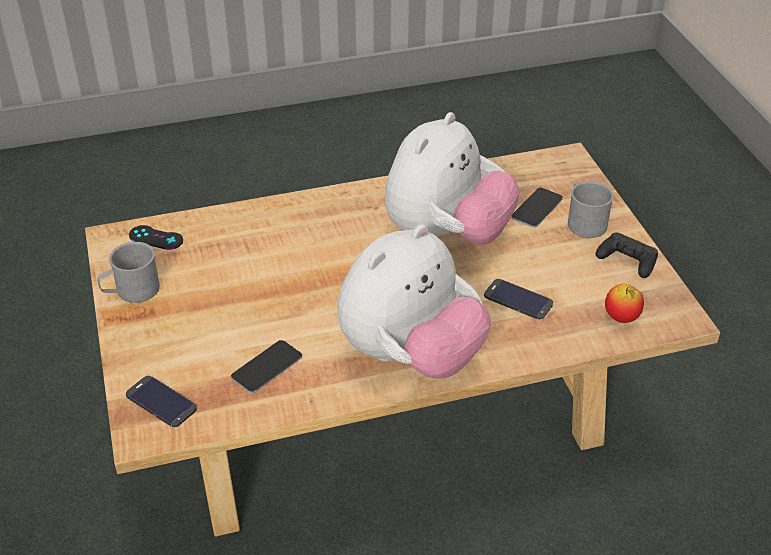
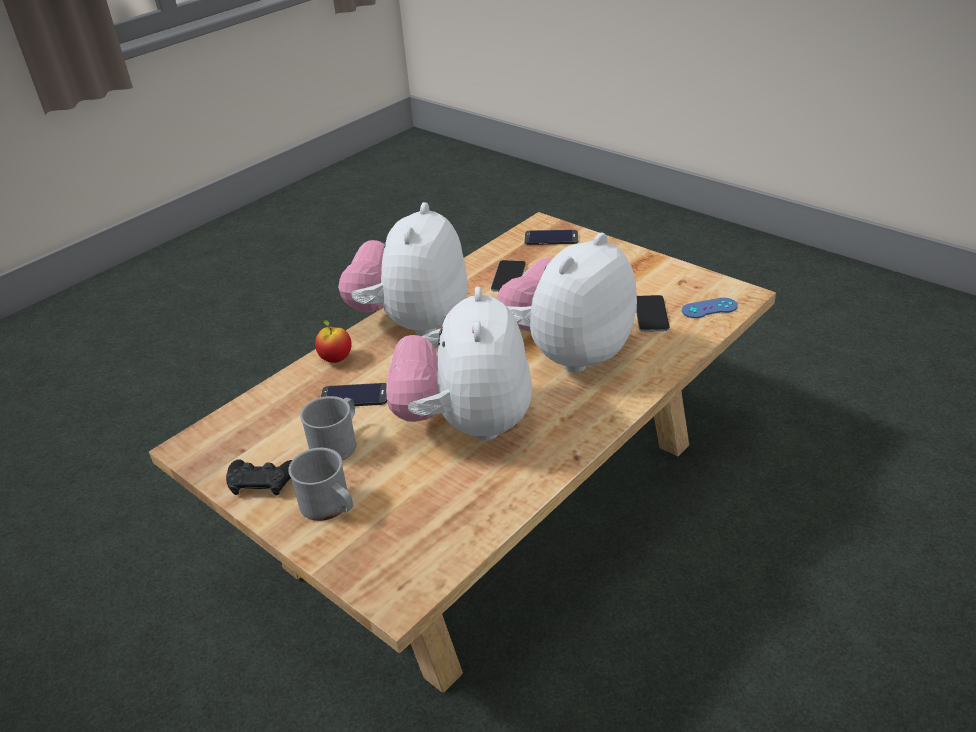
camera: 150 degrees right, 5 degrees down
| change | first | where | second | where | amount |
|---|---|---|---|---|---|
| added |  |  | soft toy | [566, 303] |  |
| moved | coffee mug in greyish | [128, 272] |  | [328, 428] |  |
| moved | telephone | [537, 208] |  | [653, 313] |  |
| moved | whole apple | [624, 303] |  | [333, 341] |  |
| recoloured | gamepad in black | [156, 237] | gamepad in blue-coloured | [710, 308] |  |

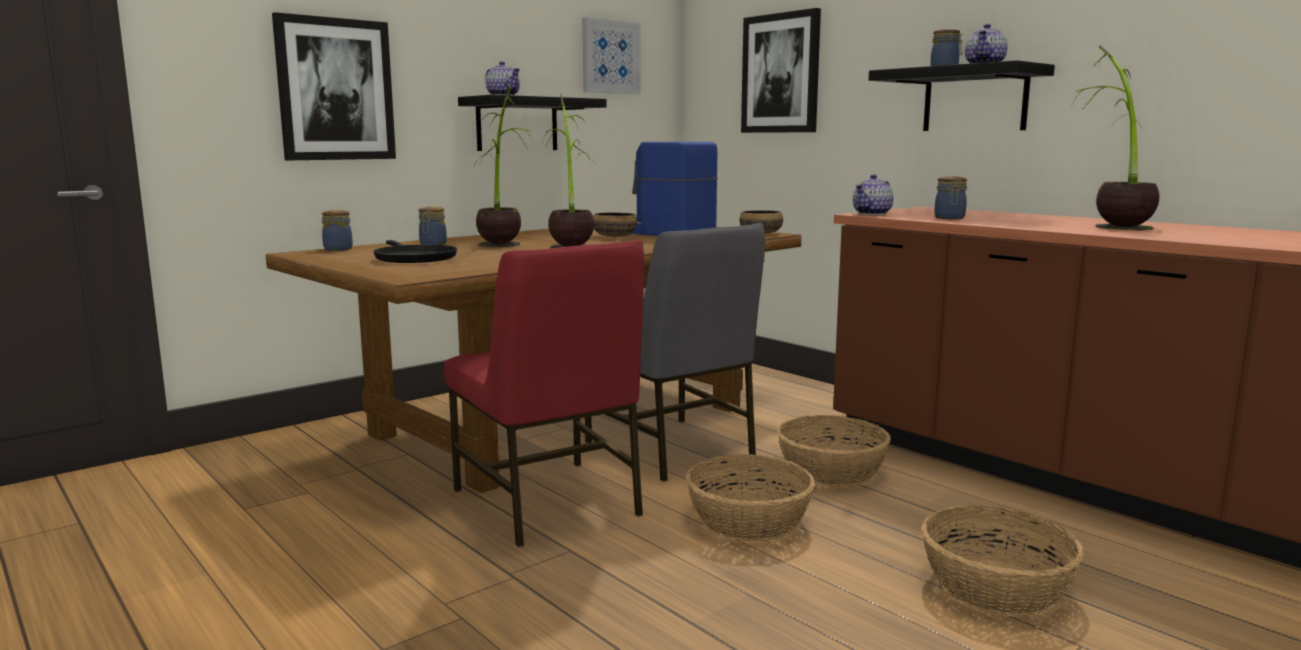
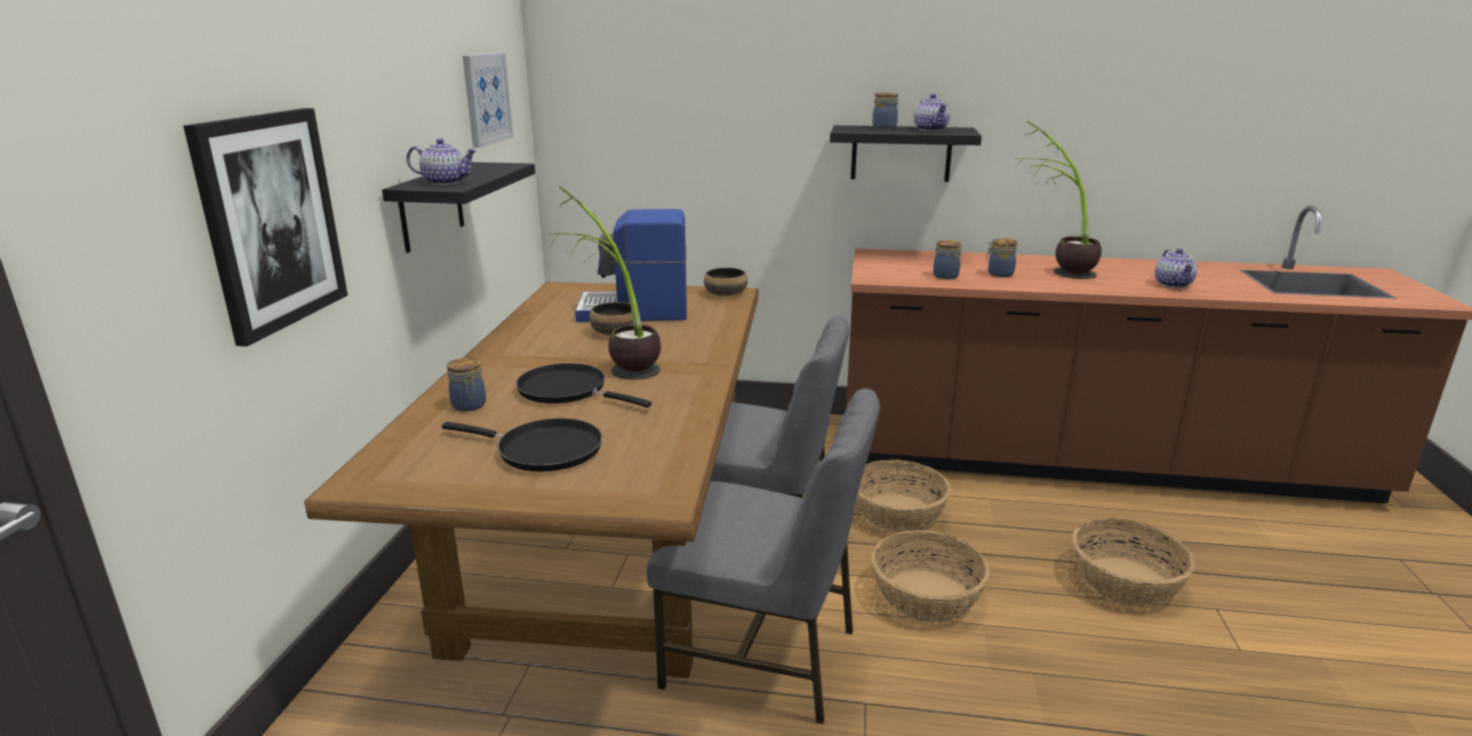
camera: 40 degrees left, 10 degrees up
| change | first | where | second | where | amount |
|---|---|---|---|---|---|
| removed | wall picture | [781, 70] |  |  |  |
| moved | preserve jar | [337, 230] |  | [1001, 257] |  |
| moved | pot for tea | [873, 194] |  | [1176, 268] |  |
| replaced | houseplant | [503, 166] | pan in black | [584, 385] |  |
| recoloured | upright chair in red-coloured | [544, 393] | upright chair in greyish | [763, 556] |  |

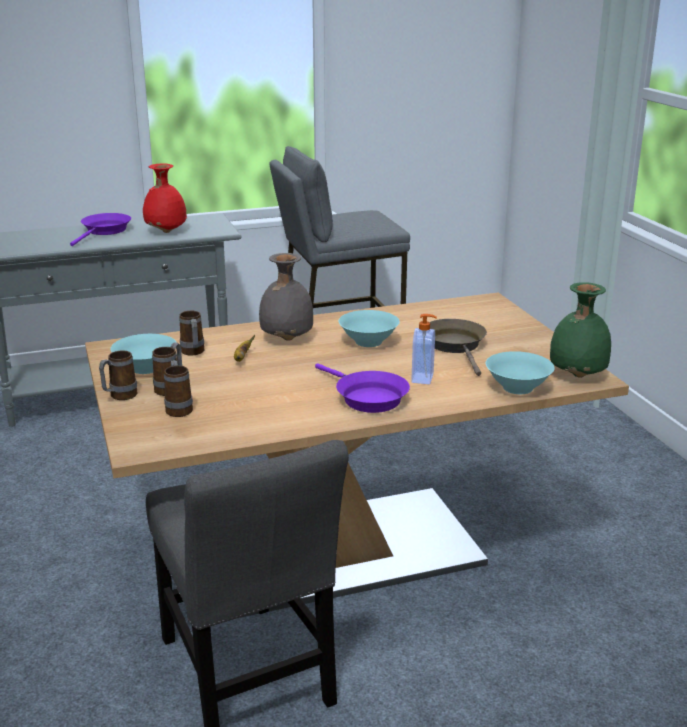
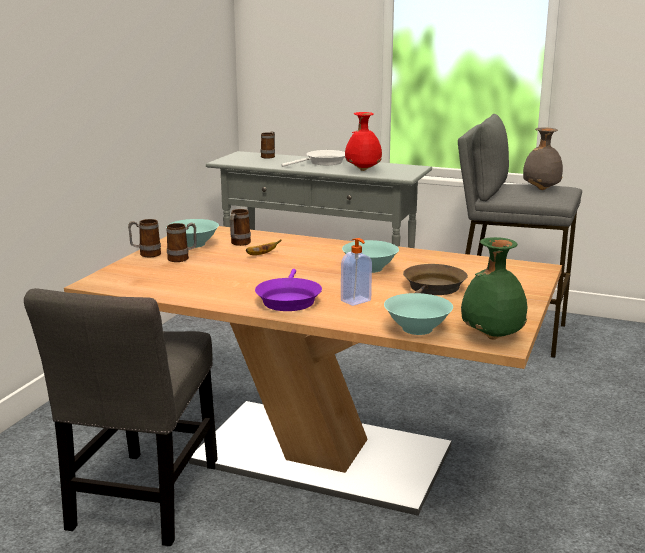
camera: 40 degrees right, 5 degrees down
| change | first | where | second | where | amount |
|---|---|---|---|---|---|
| moved | coffee mug | [178, 388] |  | [268, 145] |  |
| moved | decorative vase in greyish | [286, 297] |  | [543, 158] |  |
| recoloured | pan in purple-coloured | [100, 229] | pan in white | [313, 158] |  |

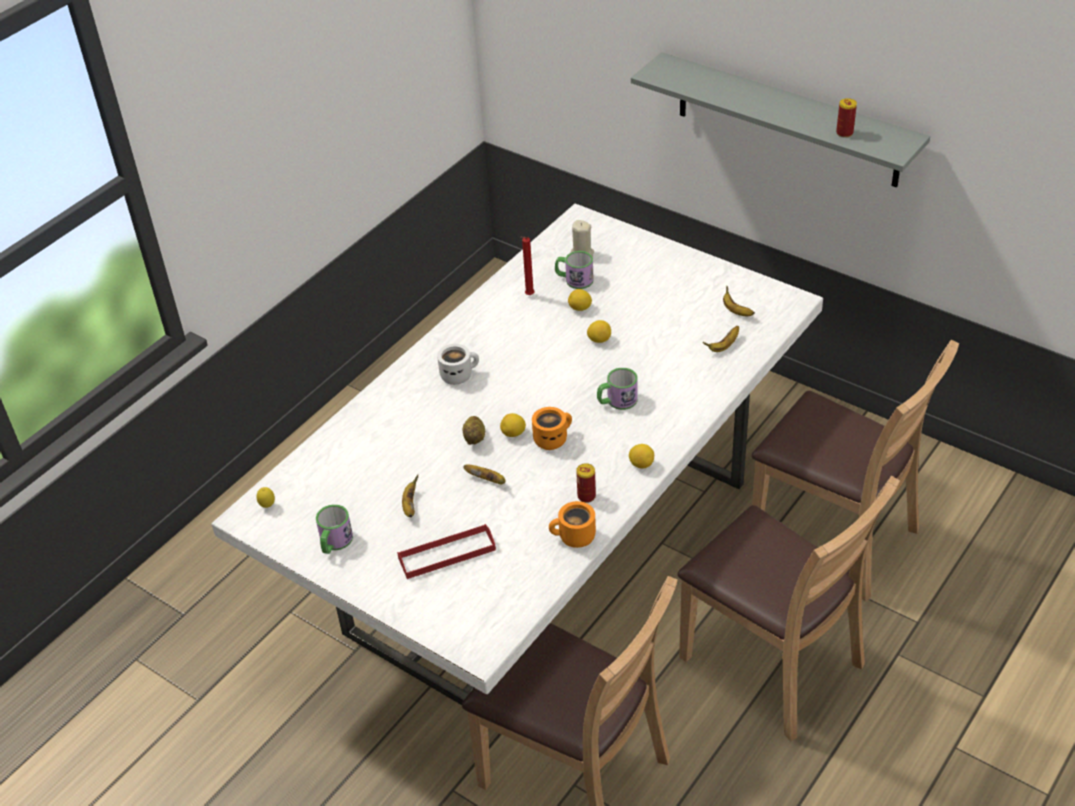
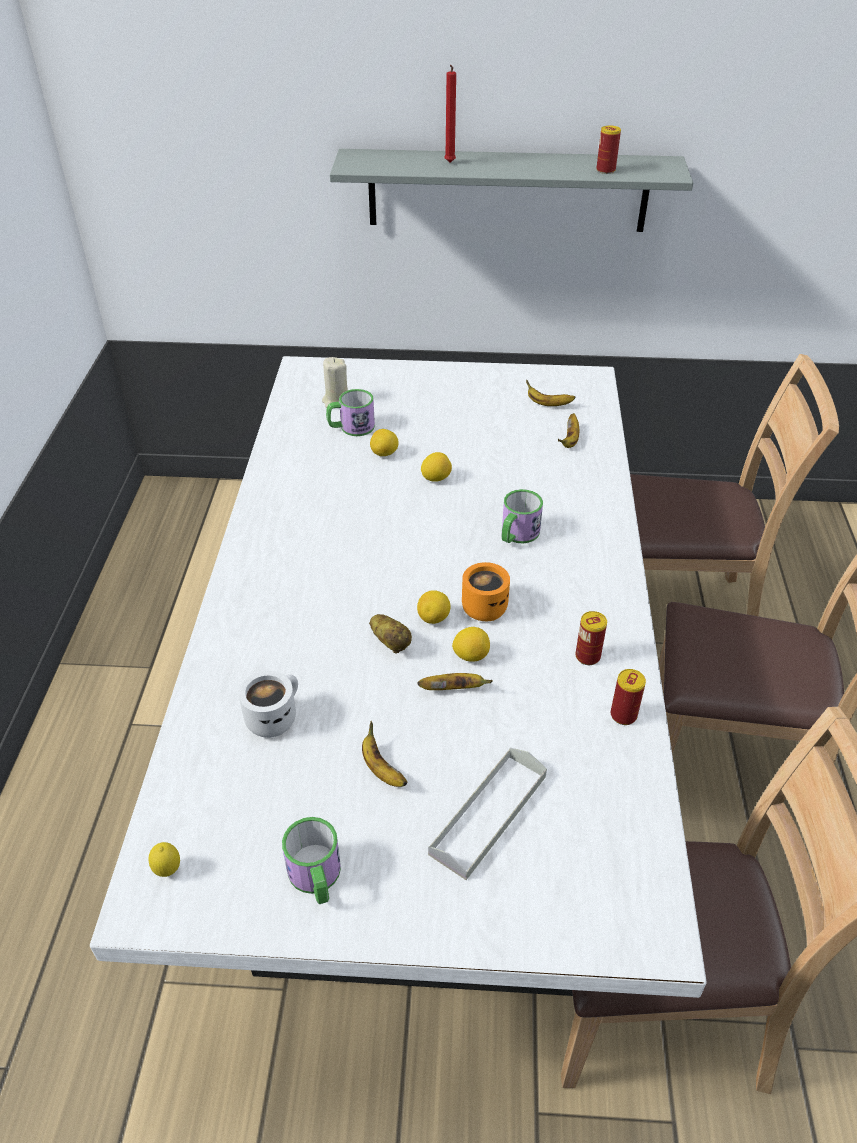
camera: 35 degrees left, 0 degrees up
| change | first | where | second | where | amount |
|---|---|---|---|---|---|
| moved | coffee mug in white | [458, 364] |  | [268, 704] |  |
| moved | wax light in red-coloured | [527, 266] |  | [450, 114] |  |
| moved | lemon | [641, 456] |  | [471, 644] |  |
| replaced | coffee mug in orange-coloured | [572, 524] | sealed can | [628, 697] |  |
| recoloured | serving tray in red-coloured | [446, 551] | serving tray in greyish | [487, 813] |  |

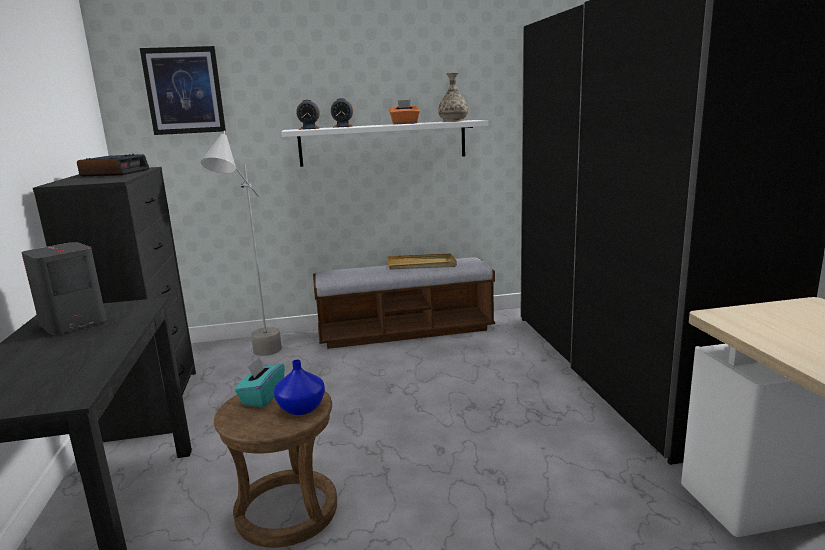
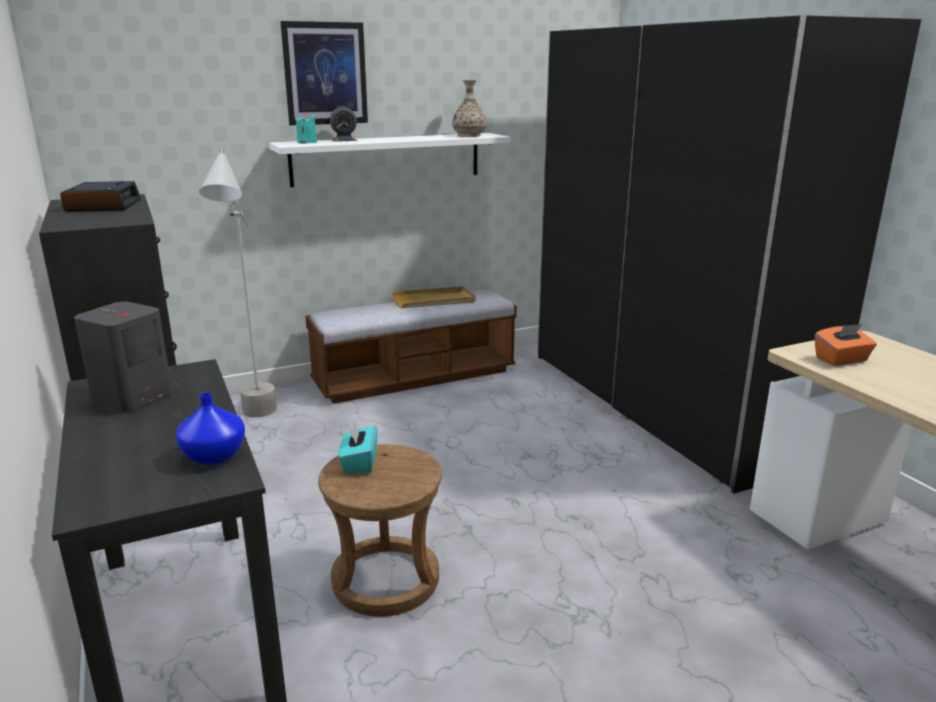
camera: 15 degrees left, 5 degrees up
| change | first | where | second | where | amount |
|---|---|---|---|---|---|
| moved | wall picture | [183, 90] |  | [324, 73] |  |
| moved | decorative vase in blue-coloured | [299, 387] |  | [210, 429] |  |
| moved | box of tissues in orange-coloured | [404, 112] |  | [846, 345] |  |
| replaced | bedside clock | [308, 115] | wax light in blue-green | [306, 128] |  |

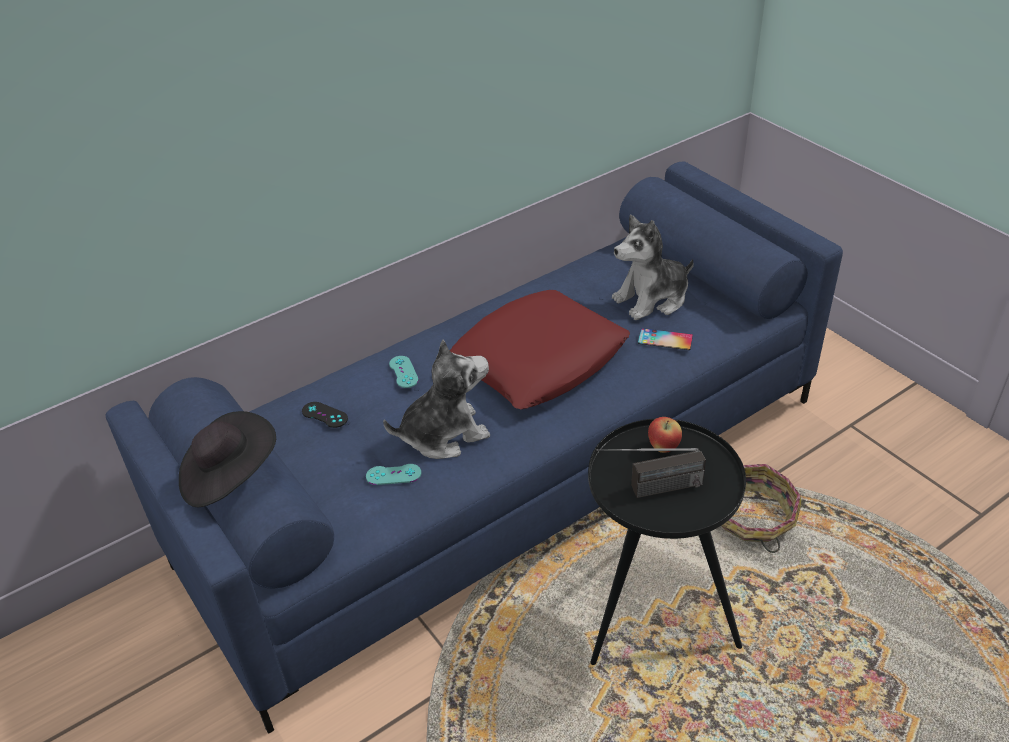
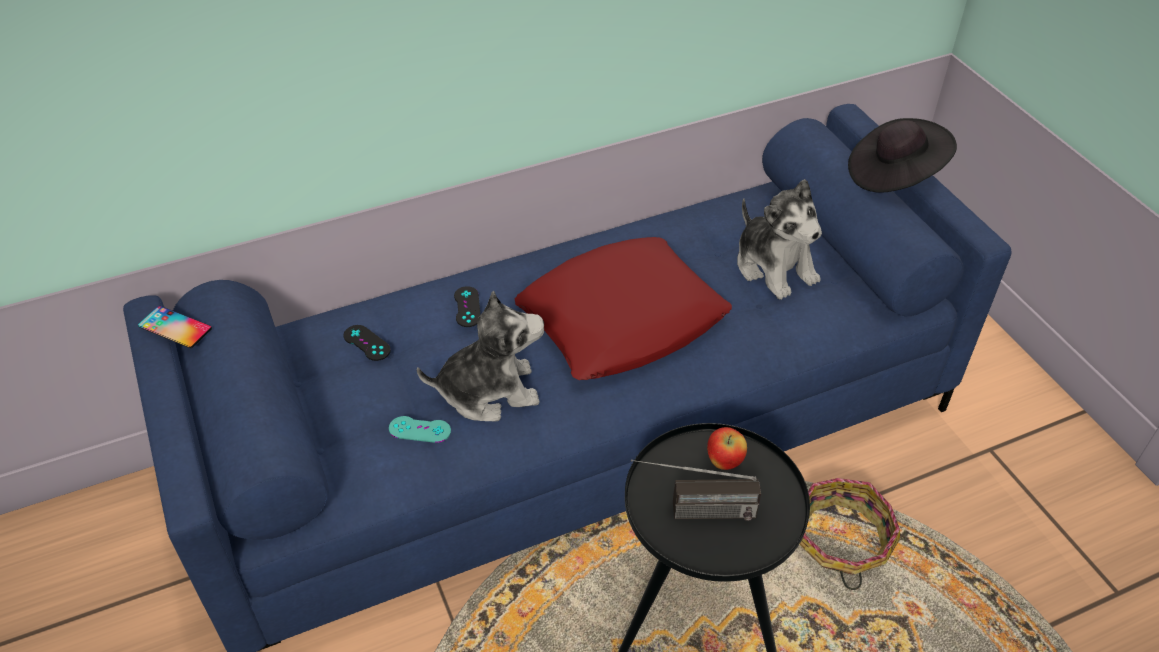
camera: 10 degrees right, 5 degrees up
| change | first | where | second | where | amount |
|---|---|---|---|---|---|
| moved | clothing hat in black | [227, 459] |  | [902, 155] |  |
| moved | telephone | [665, 339] |  | [175, 327] |  |
| recoloured | gamepad in blue-green | [404, 372] | gamepad in black | [467, 306] |  |
| turned | soft toy | [653, 267] |  | [779, 239] | 105 degrees counterclockwise |

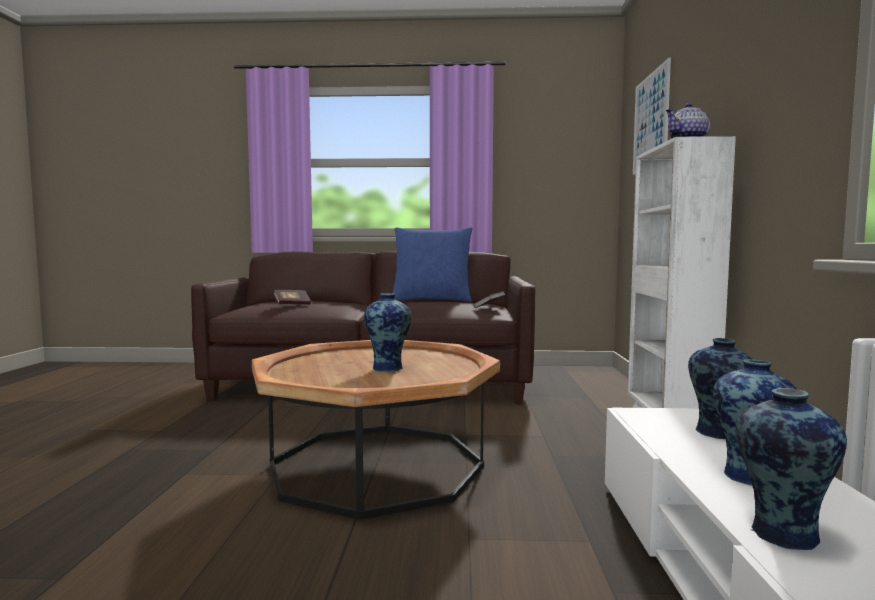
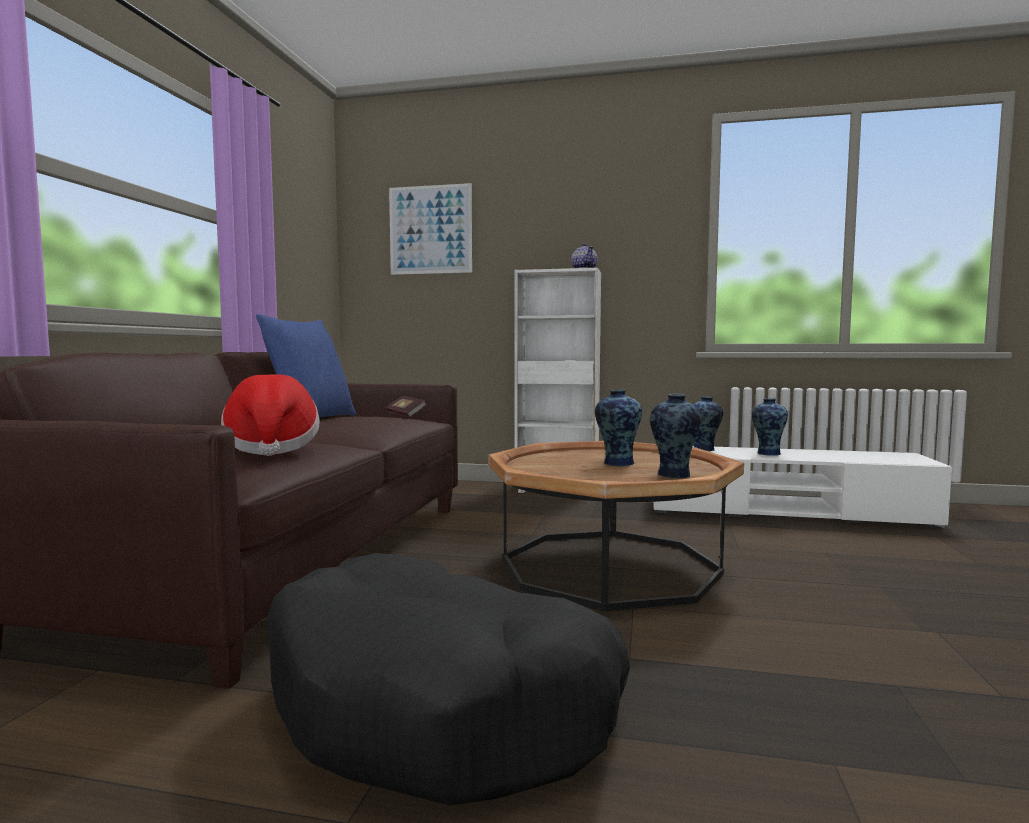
camera: 80 degrees left, 0 degrees up
| change | first | where | second | where | amount |
|---|---|---|---|---|---|
| added |  |  | dog bed in black | [449, 679] |  |
| moved | decorative vase | [791, 469] |  | [676, 435] |  |
| replaced | volume | [292, 297] | clothing hat | [270, 415] |  |

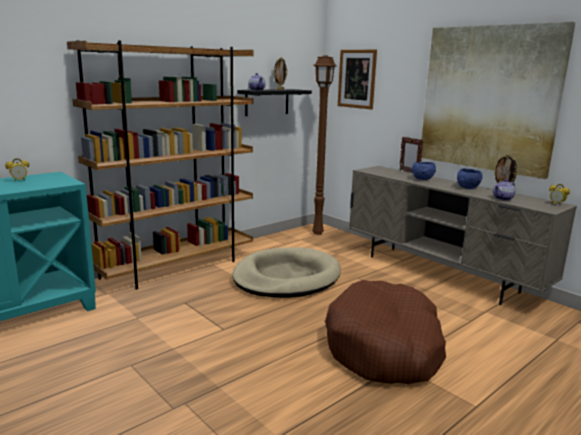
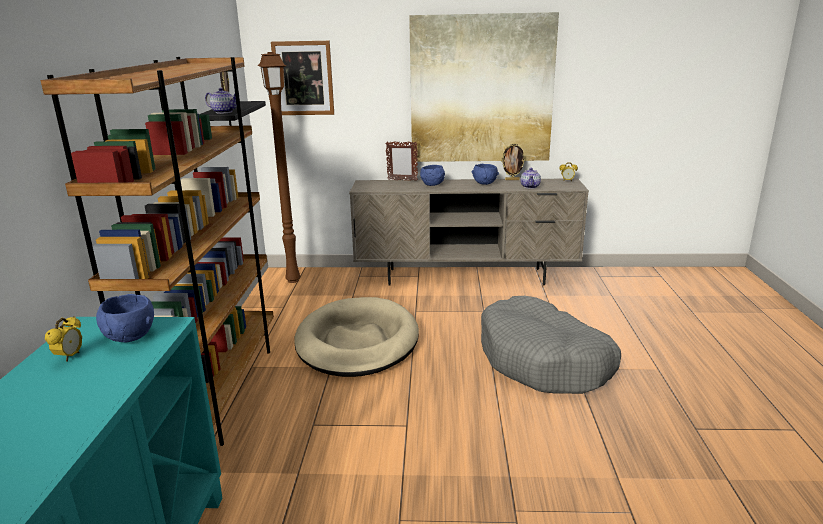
camera: 45 degrees left, 5 degrees up
| change | first | where | second | where | amount |
|---|---|---|---|---|---|
| added |  |  | bowl in blue-coloured | [125, 318] |  |
| recoloured | dog bed in brown | [385, 332] | dog bed in greyish | [551, 345] |  |

